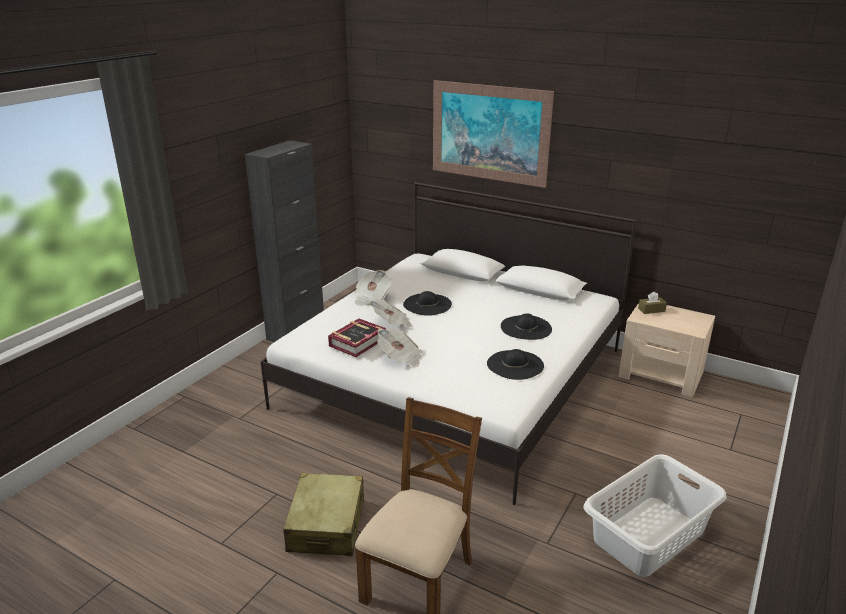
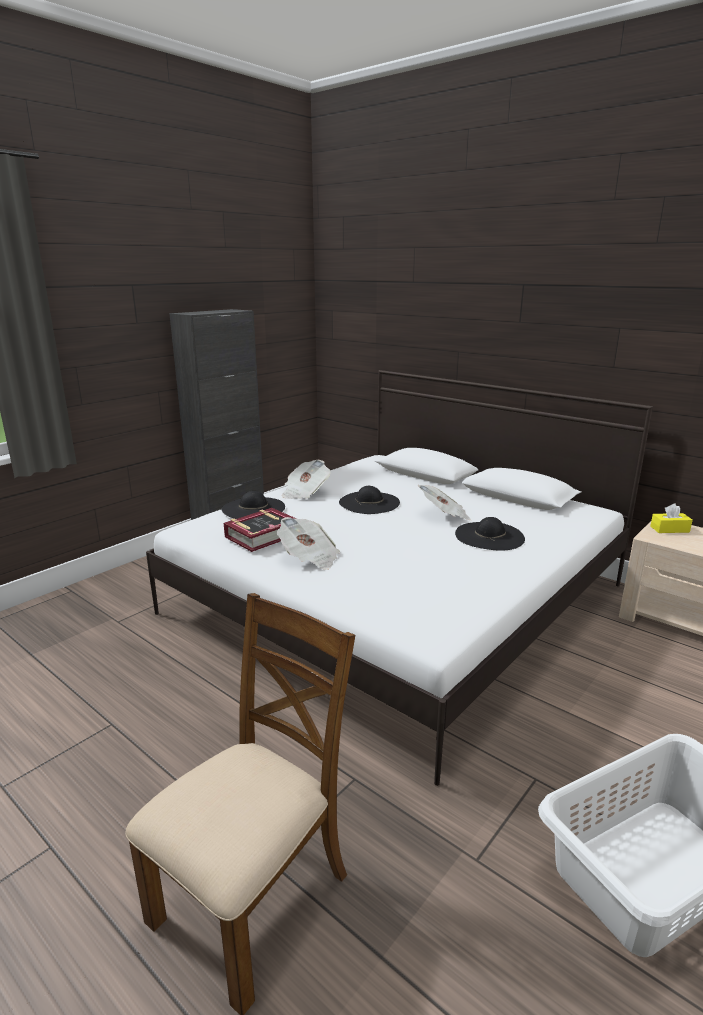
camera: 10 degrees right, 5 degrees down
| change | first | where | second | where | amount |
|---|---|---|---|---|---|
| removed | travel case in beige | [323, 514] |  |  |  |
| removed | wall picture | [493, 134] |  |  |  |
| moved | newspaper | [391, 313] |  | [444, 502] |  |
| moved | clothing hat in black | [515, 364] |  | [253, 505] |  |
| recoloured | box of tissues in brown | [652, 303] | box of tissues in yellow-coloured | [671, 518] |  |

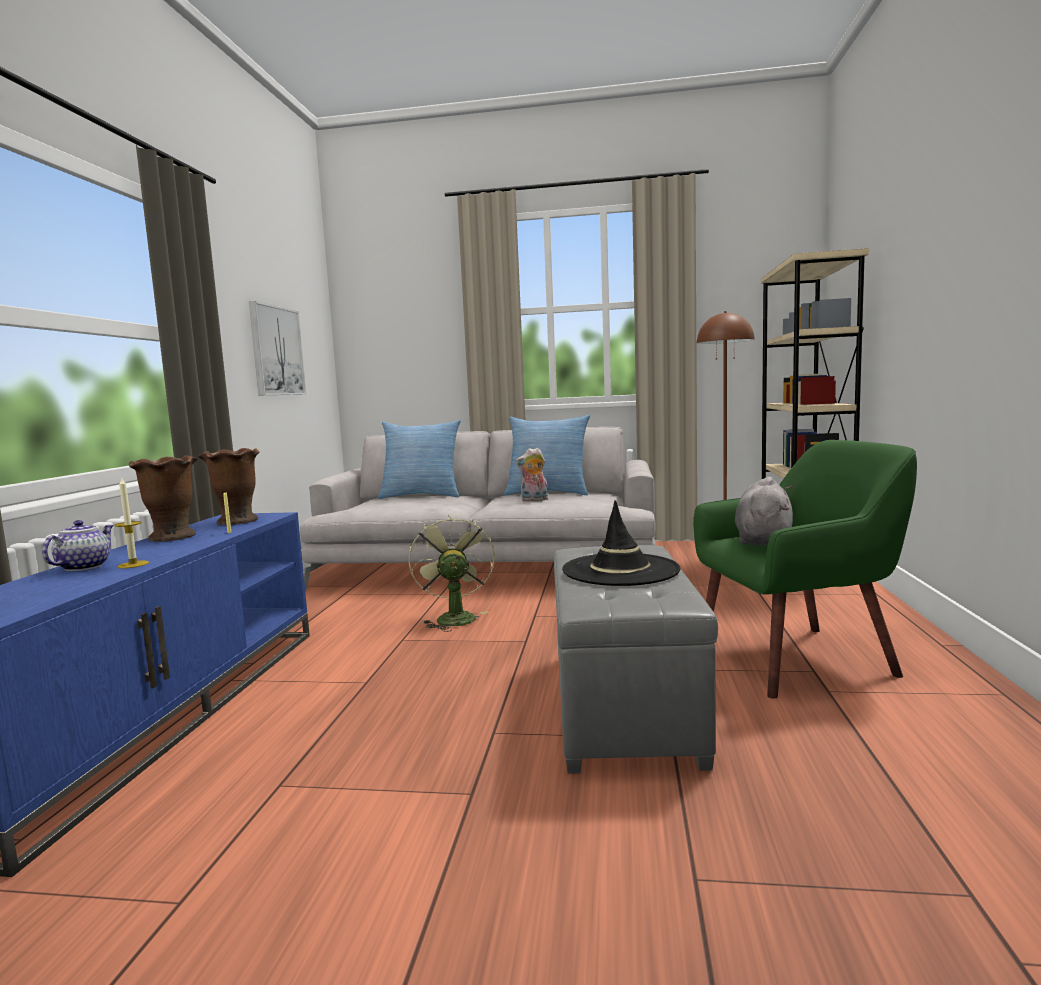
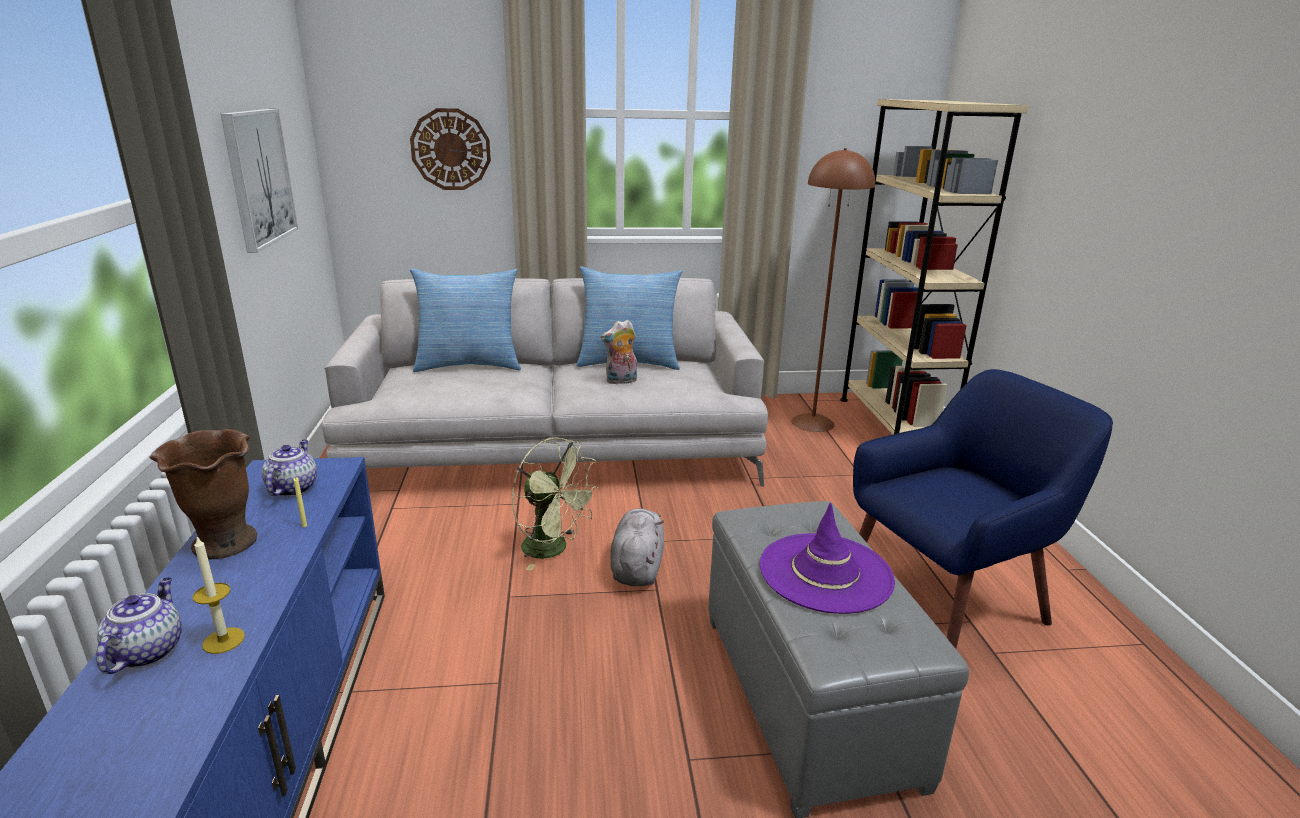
camera: 15 degrees left, 15 degrees up
| change | first | where | second | where | amount |
|---|---|---|---|---|---|
| added |  |  | hanging clock | [450, 149] |  |
| moved | soft toy in greyish | [764, 511] |  | [637, 547] |  |
| replaced | decorative vase in brown | [228, 486] | pot for tea | [289, 468] |  |
| recoloured | clothing hat in black | [621, 543] | clothing hat in purple-coloured | [827, 558] |  |
| recoloured | armchair in green | [805, 569] | armchair in blue-coloured | [983, 509] |  |
| turned | electric fan in green | [452, 573] |  | [556, 504] | 150 degrees clockwise |

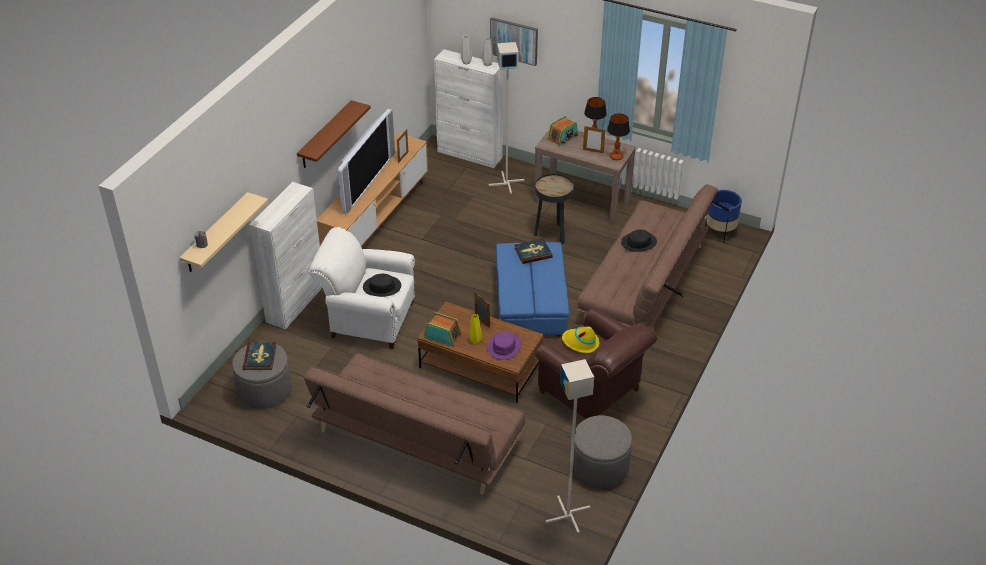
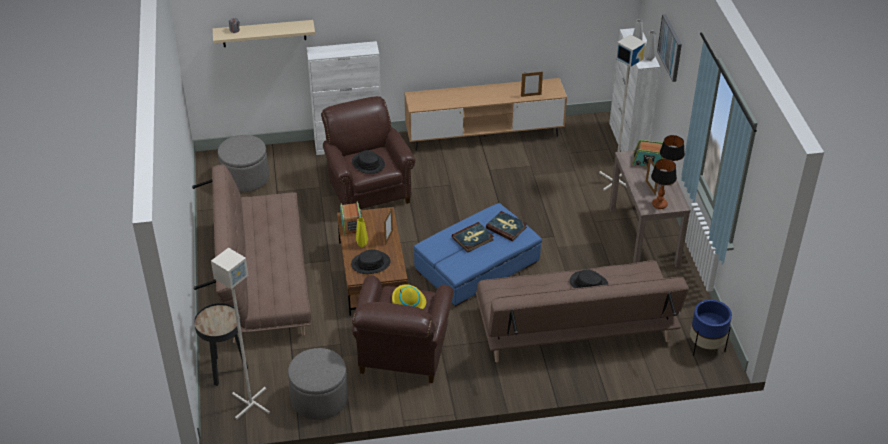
camera: 55 degrees right, 0 degrees up
| change | first | where | second | where | amount |
|---|---|---|---|---|---|
| removed | shelf in brown | [334, 134] |  |  |  |
| removed | TV set | [366, 161] |  |  |  |
| moved | volume | [259, 356] |  | [473, 237] |  |
| moved | end table in black | [554, 209] |  | [221, 344] |  |
| recoloured | armchair in white | [362, 288] | armchair in brown | [368, 152] |  |
| recoloured | clothing hat in purple-coloured | [504, 345] | clothing hat in black | [370, 262] |  |

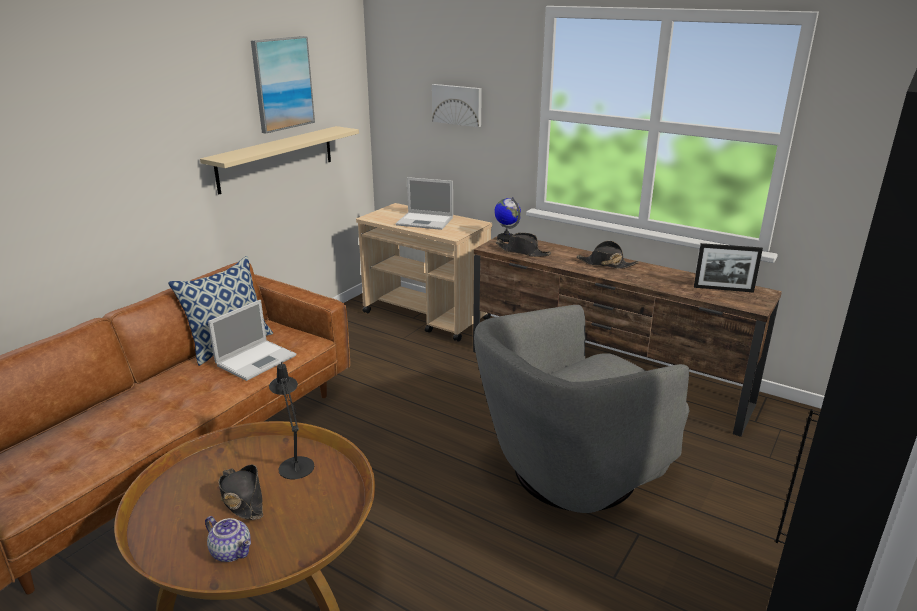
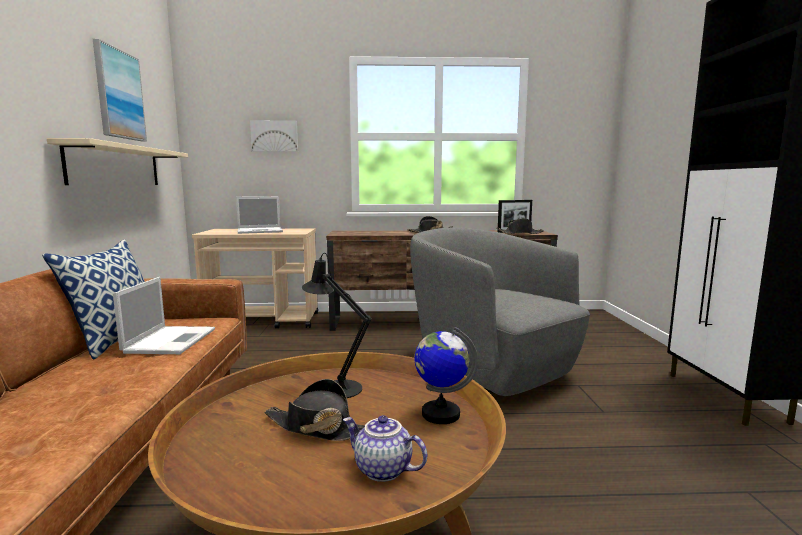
camera: 35 degrees left, 15 degrees down
| change | first | where | second | where | amount |
|---|---|---|---|---|---|
| moved | globe | [507, 219] |  | [446, 375] |  |
| moved | clothing hat in black | [523, 245] |  | [520, 226] |  |
| turned | pot for tea | [228, 539] |  | [385, 448] | 150 degrees counterclockwise |
| turned | armchair in greyish | [582, 409] |  | [500, 311] | 120 degrees clockwise |

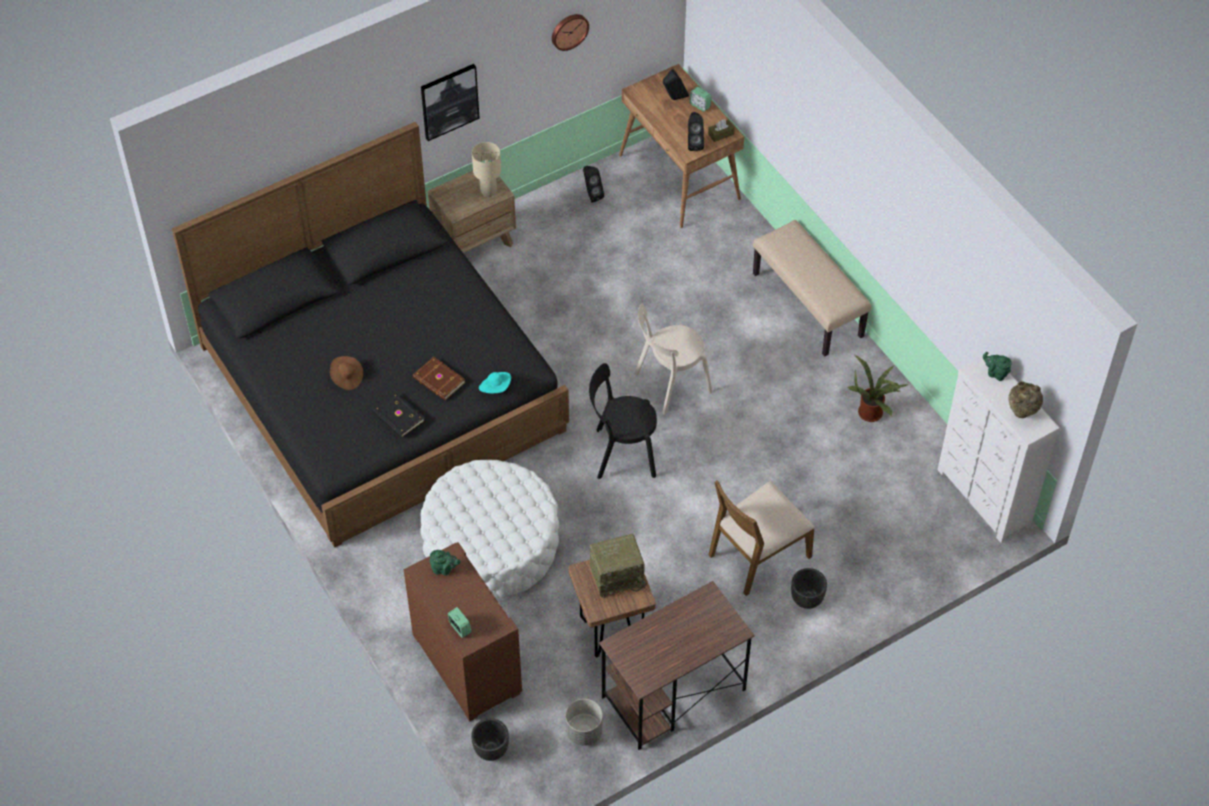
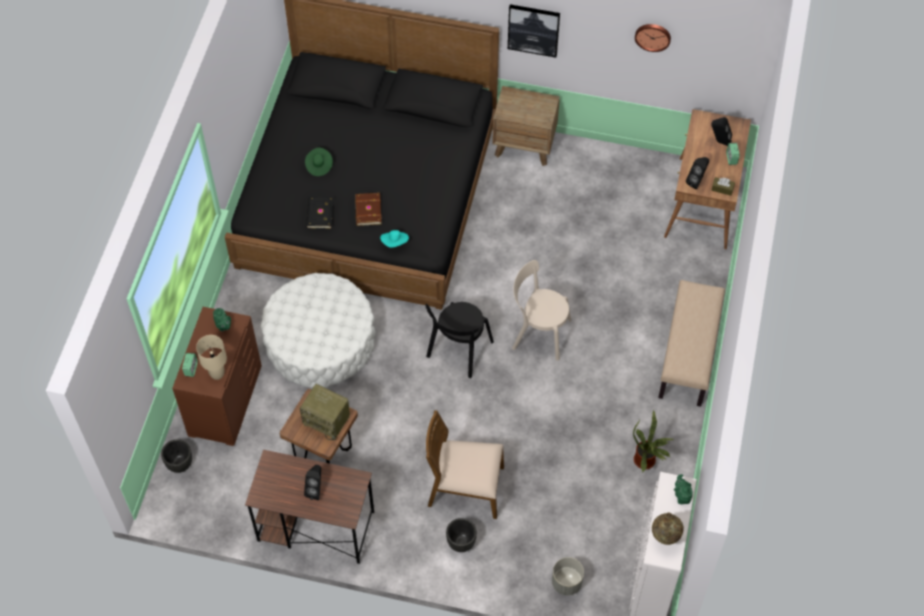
camera: 45 degrees right, 5 degrees up
| change | first | where | second | where | amount |
|---|---|---|---|---|---|
| moved | tabletop lamp in beige | [486, 169] |  | [211, 357] |  |
| moved | planter in greyish | [584, 722] |  | [568, 576] |  |
| moved | speaker in black | [593, 184] |  | [312, 482] |  |
| recoloured | clothing hat in brown | [346, 373] | clothing hat in green | [319, 162] |  |
| turned | upright chair in black | [623, 421] |  | [460, 340] | 105 degrees counterclockwise |

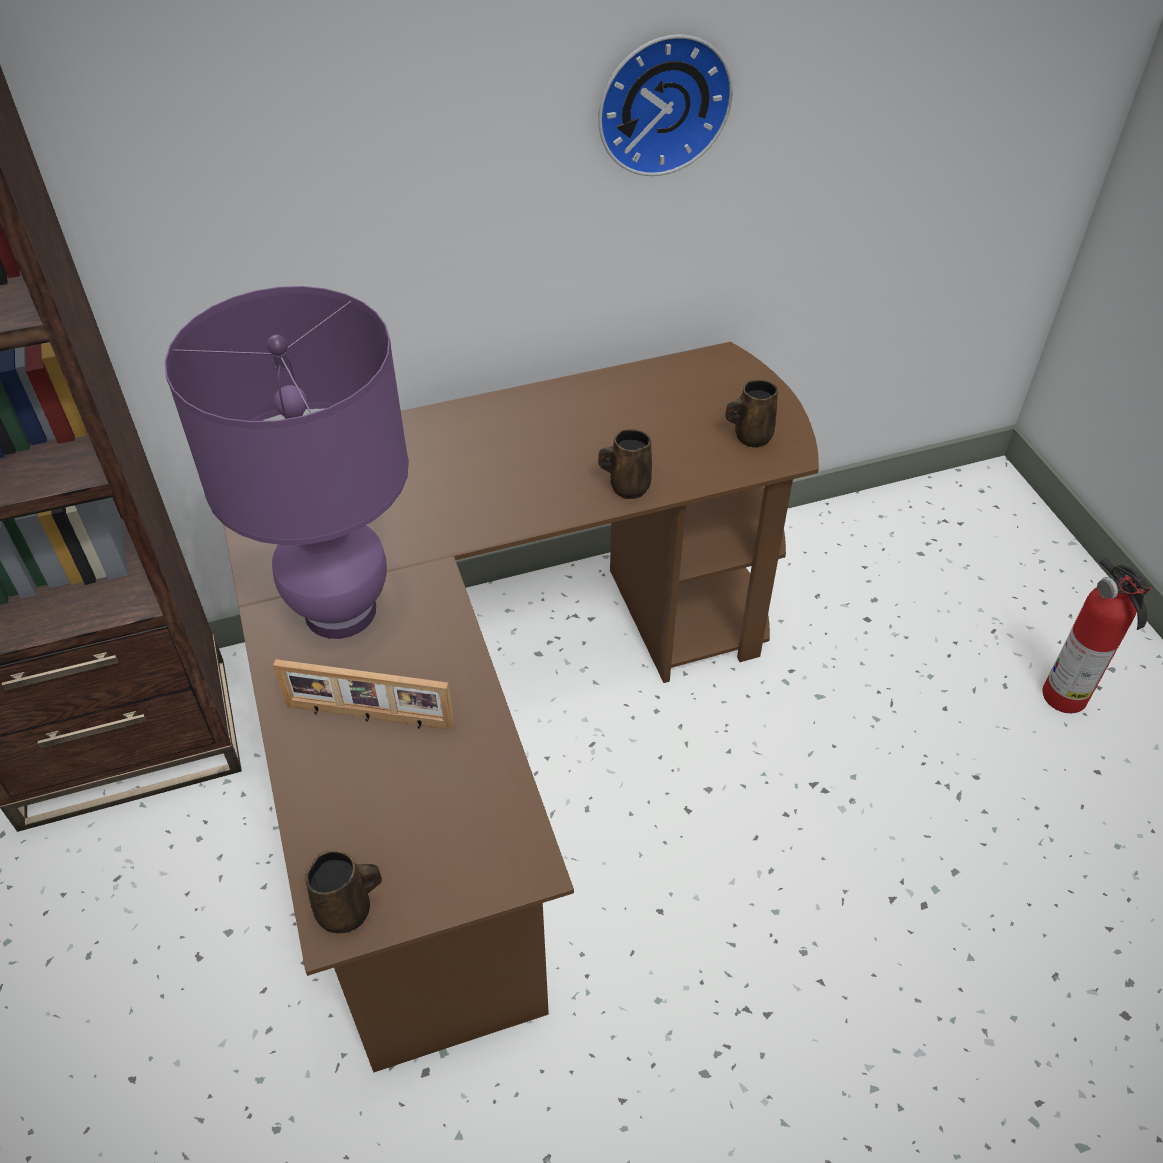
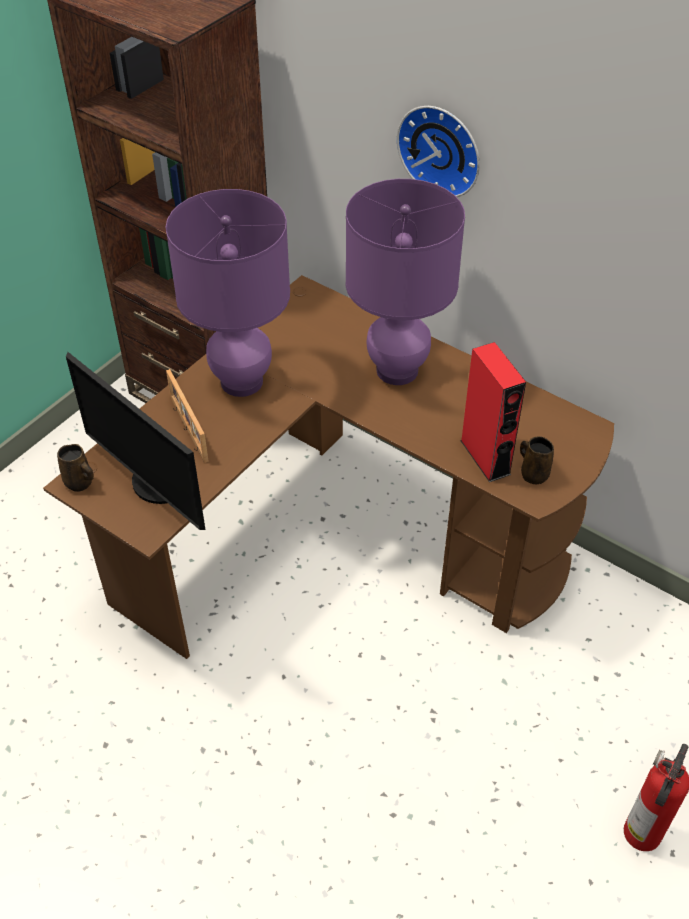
camera: 55 degrees right, 0 degrees up
| change | first | where | second | where | amount |
|---|---|---|---|---|---|
| removed | coffee mug in brown | [625, 464] |  |  |  |
| added |  |  | monitor | [136, 441] |  |
| added |  |  | tabletop lamp in purple-coloured | [405, 282] |  |
| added |  |  | speaker in red-coloured | [493, 412] |  |
| moved | hanging clock | [665, 105] |  | [438, 151] |  |

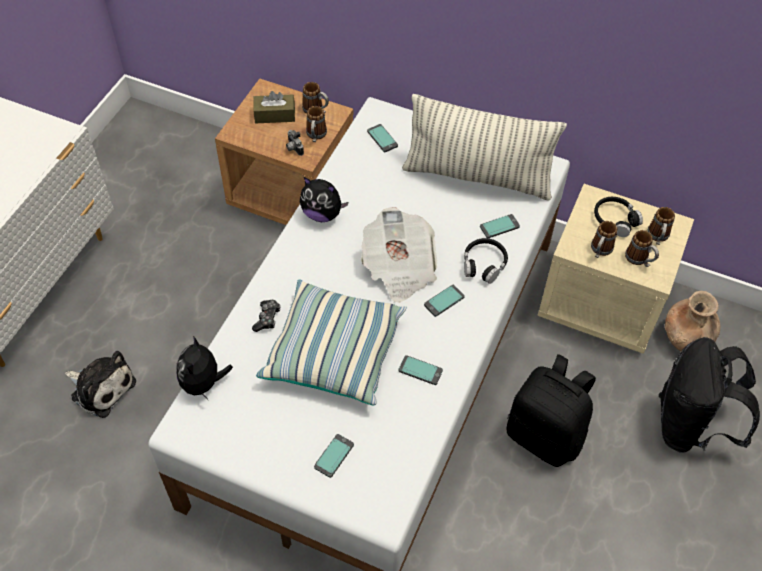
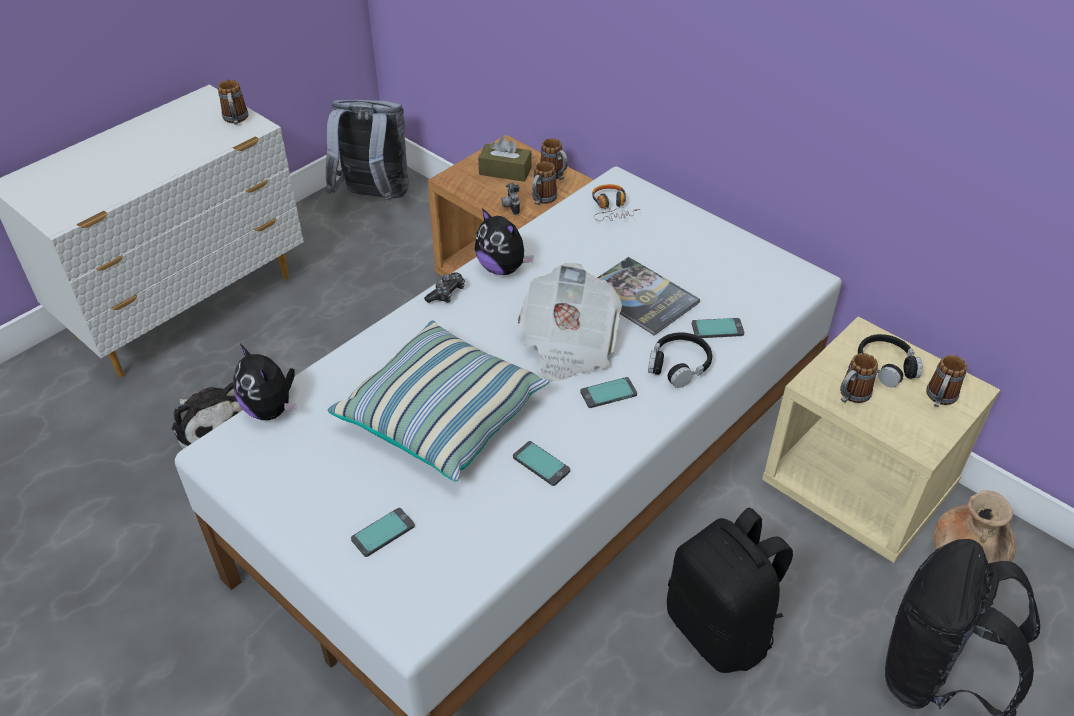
camera: 20 degrees right, 10 degrees down
| change | first | where | second | where | amount |
|---|---|---|---|---|---|
| removed | cushion | [484, 147] |  |  |  |
| added |  |  | knapsack in greyish | [367, 151] |  |
| added |  |  | volume | [648, 296] |  |
| moved | gamepad | [266, 316] |  | [444, 287] |  |
| moved | coffee mug | [642, 248] |  | [233, 102] |  |
| replaced | telephone | [382, 138] | headphones | [616, 202] |  |
| turned | soft toy | [204, 367] |  | [265, 382] | 60 degrees counterclockwise |

